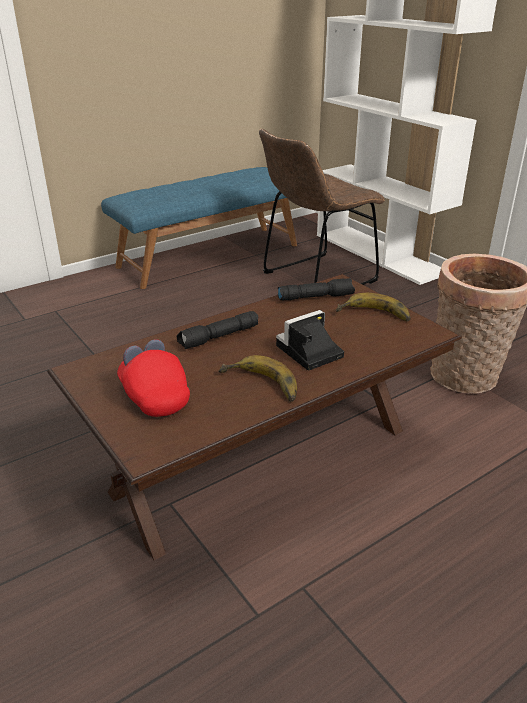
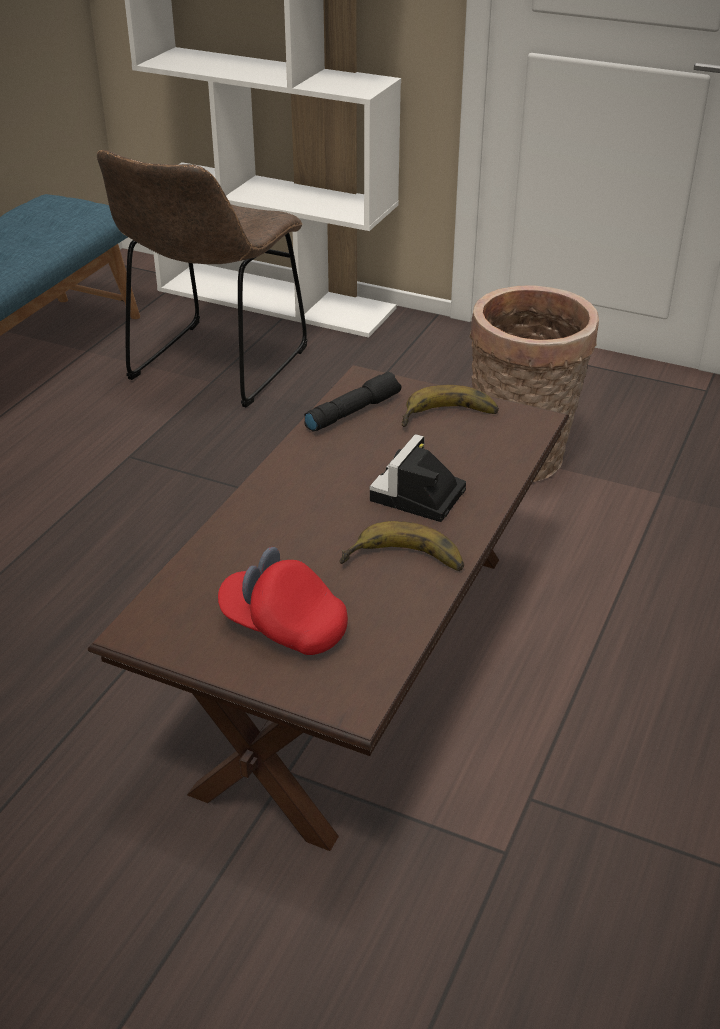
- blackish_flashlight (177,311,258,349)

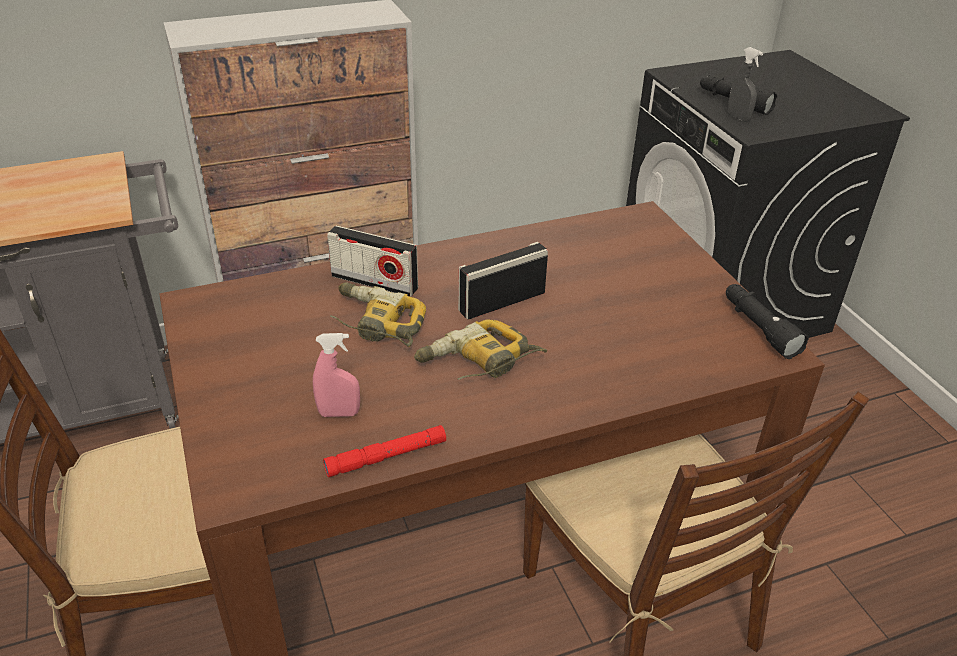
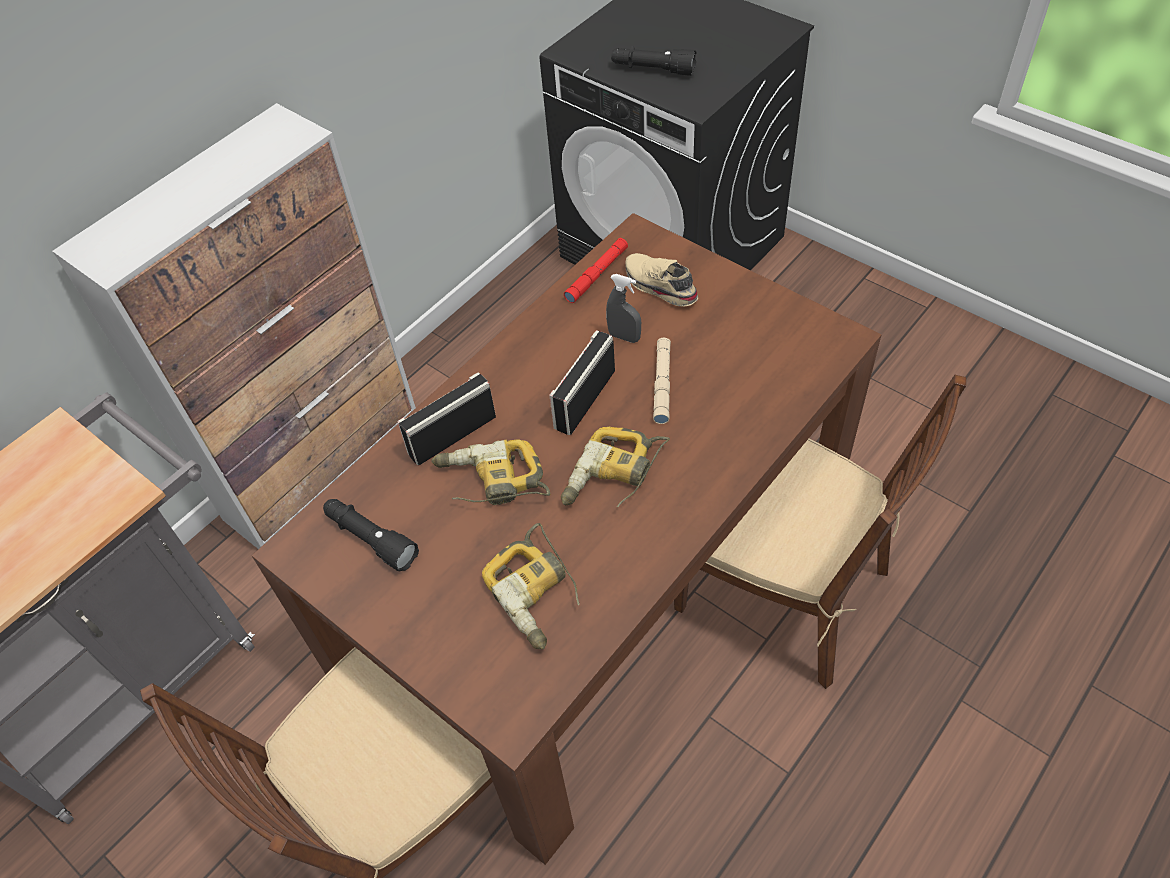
~ pinkish_sprayer (313,333,360,417) to power_drill (482,523,580,649)
~ reddish_flashlight (323,425,446,477) to (564,238,628,303)
~ radio_set (327,226,418,297) = (397,372,496,465) 150 degrees clockwise
~ blackish_flashlight (726,284,809,359) to (323,499,419,571)
~ greyish_sprayer (728,47,763,122) to (606,274,641,343)
+ beige_shoe (625,253,698,307)
+ beige_flashlight (653,338,671,424)

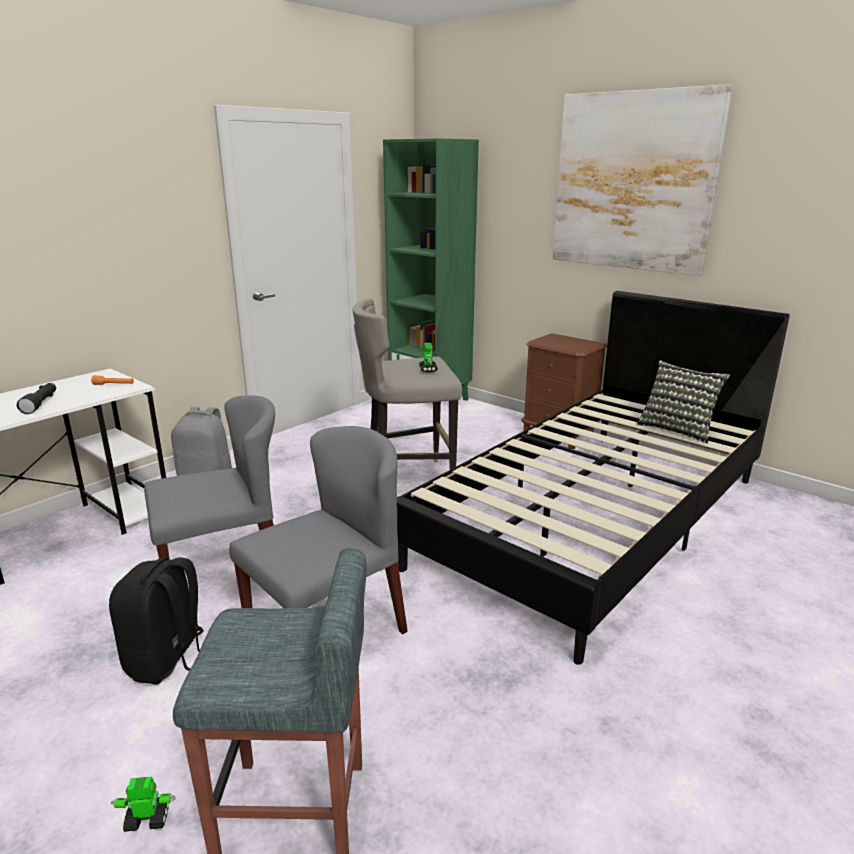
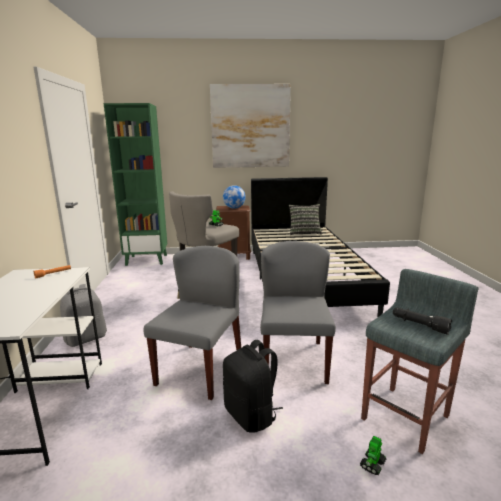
~ blackish_flashlight (17,383,56,414) to (393,308,452,335)
+ globe (223,185,246,209)

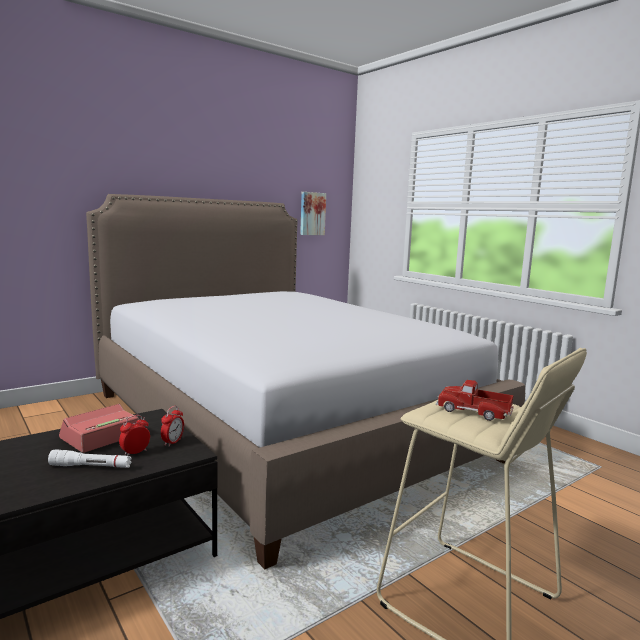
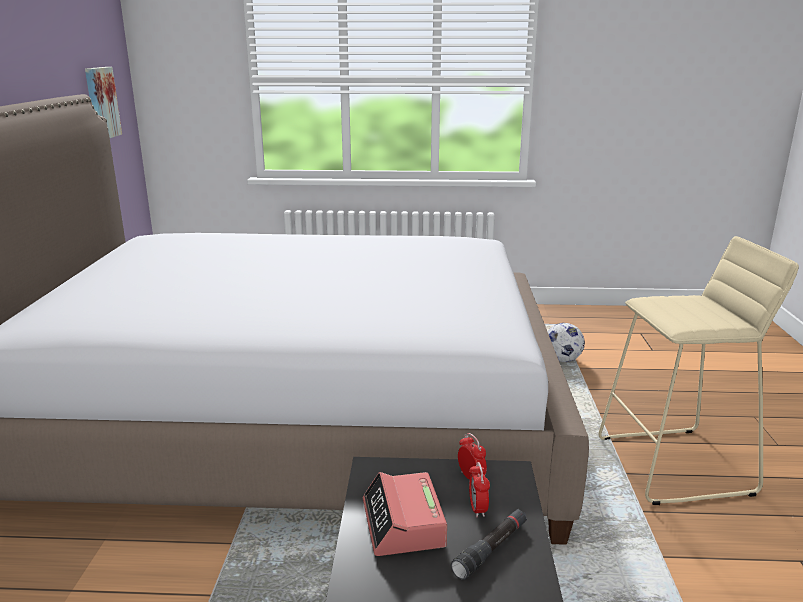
~ white-coloured_flashlight (48,450,132,468) to blackish_flashlight (451,509,527,580)
- toy_truck (436,380,514,421)
+ football (548,323,585,362)

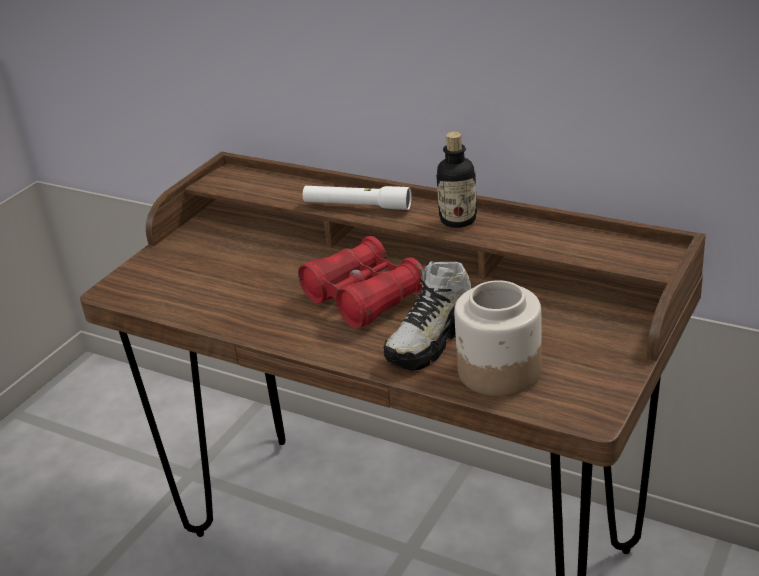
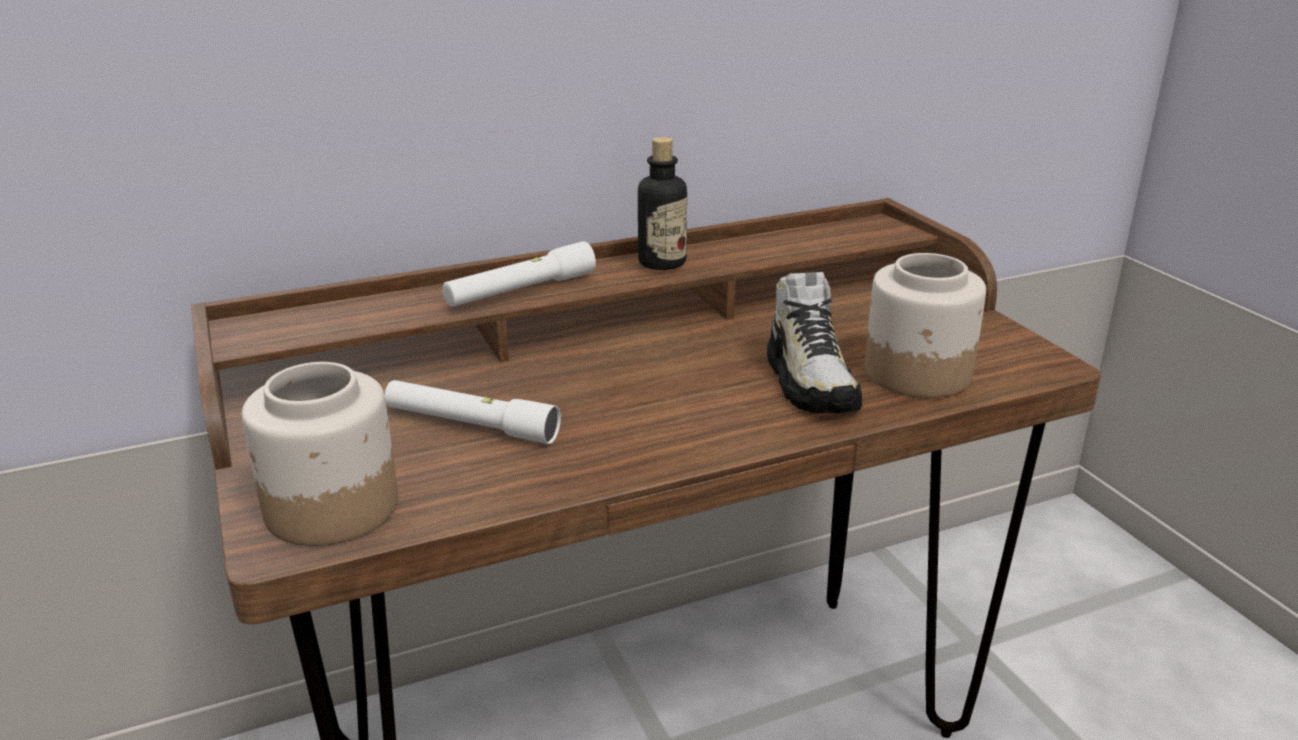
- reddish_field_glasses (298,236,424,329)
+ storage_jar (242,362,398,546)
+ white-coloured_flashlight (385,380,561,444)

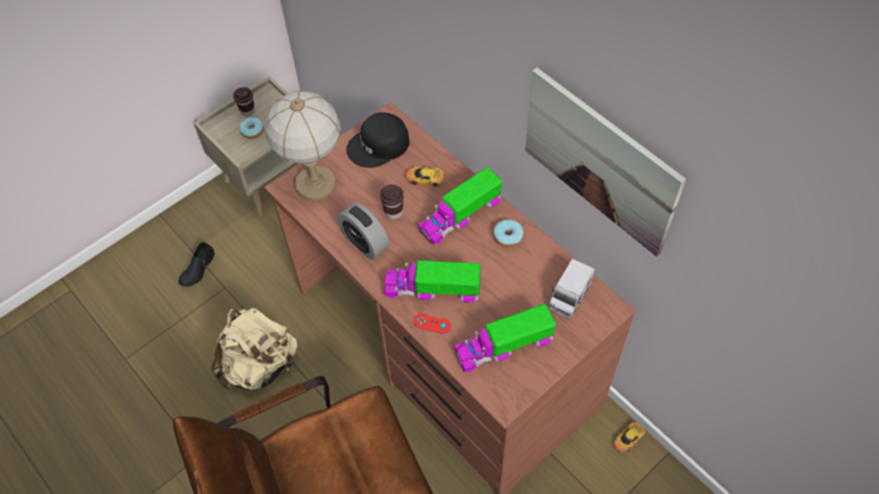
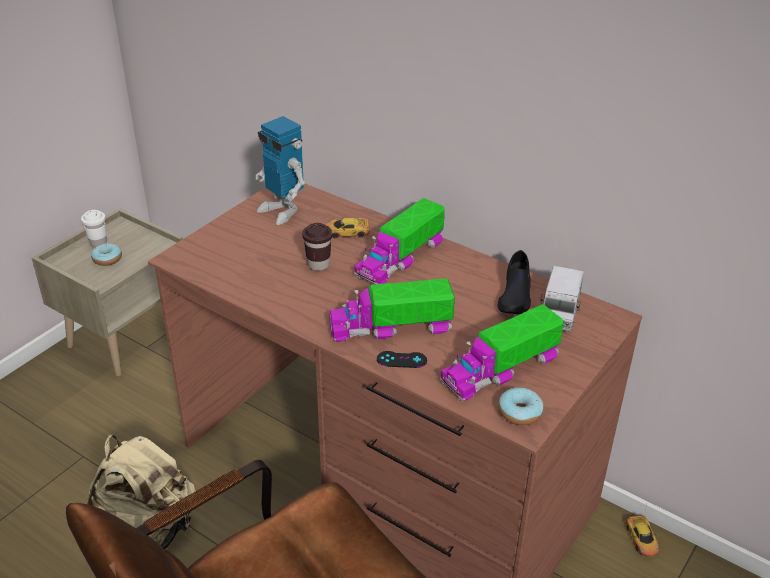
~ blackish_shoe (178,242,214,287) to (498,250,531,314)
~ brown_small_cup (233,87,255,117) to white-coloured_small_cup (81,210,107,247)
- tabletop_lamp (265,90,340,201)
- alarm_clock (337,203,389,260)
~ blackish_peaked_cap (346,112,410,168) to model_robot (256,116,305,225)
~ reddish_game_controller (413,313,451,334) to blackish_game_controller (377,351,427,368)
~ ring_doughnut (493,219,524,247) to (498,388,543,425)
- wall_art (525,68,686,257)
~ model_car (613,421,647,453) = (626,513,659,556) 45 degrees counterclockwise

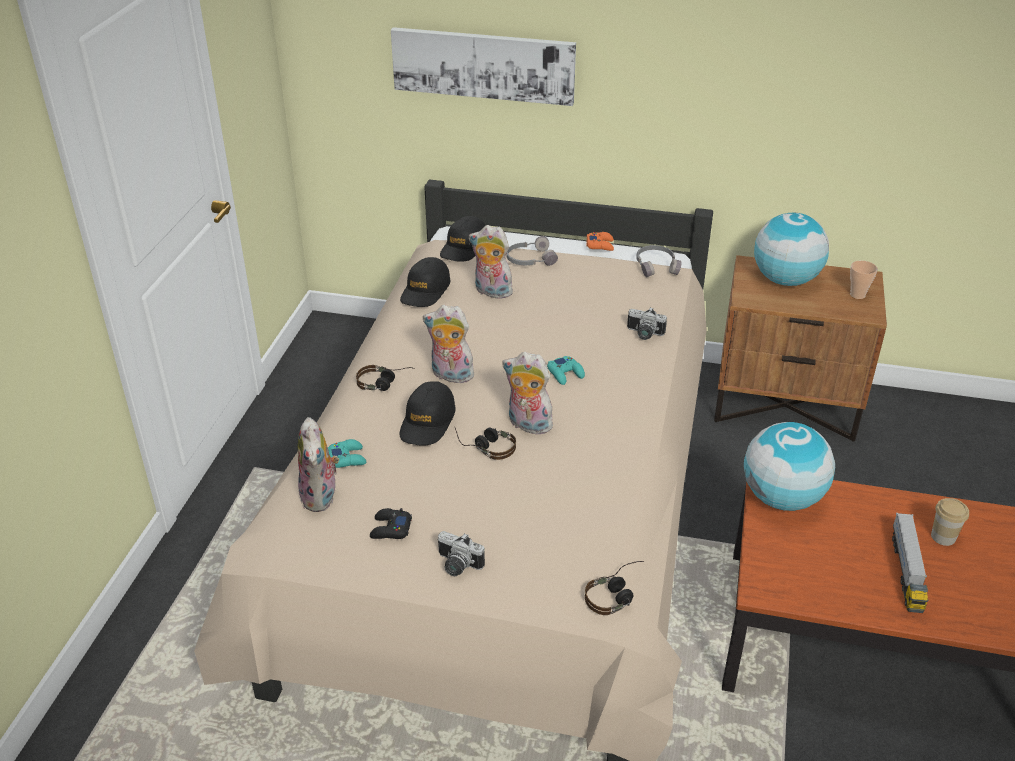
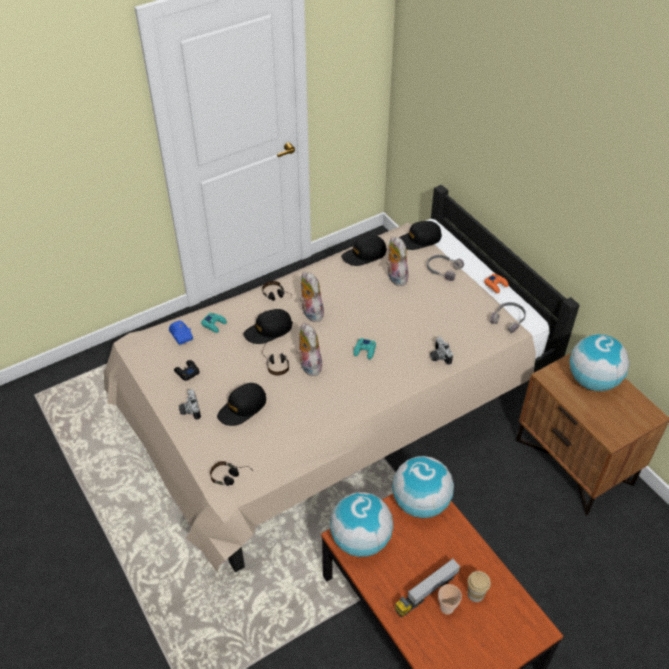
~ plush_toy (298,417,339,512) to blue-coloured_model_car (169,320,193,346)
- wall_art (391,27,576,106)
~ small_cup (850,261,878,299) to (438,584,462,615)
+ blackish_peaked_cap (217,383,266,426)
+ globe (330,492,393,557)

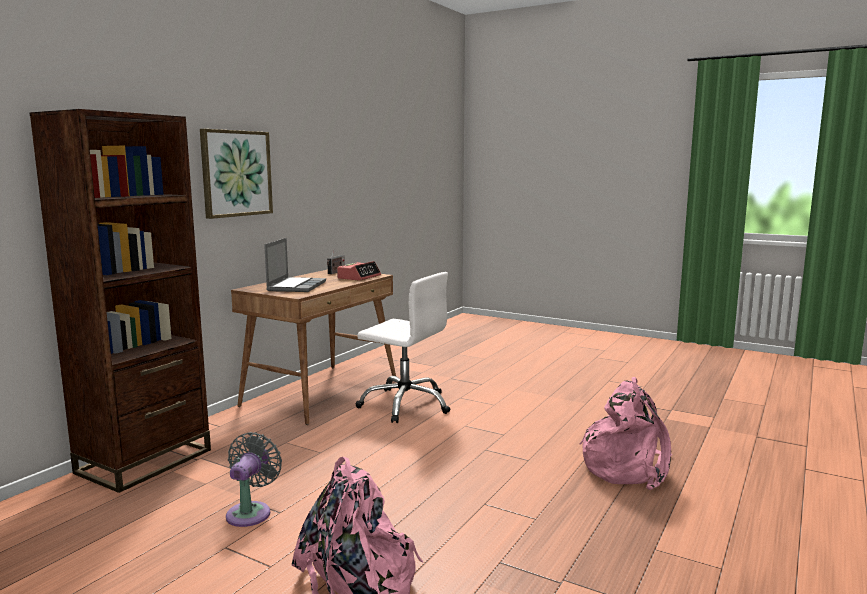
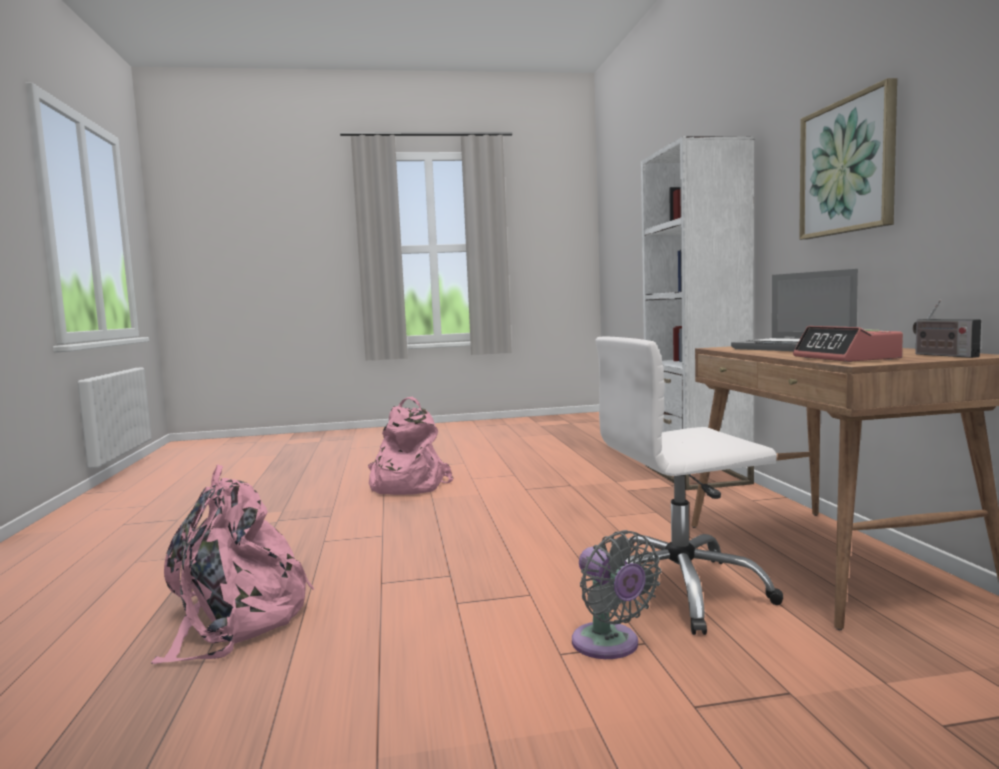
~ brown_bookcase (29,109,211,493) to white-coloured_bookcase (641,136,754,490)
~ greyish_electric_fan (226,432,282,527) to (572,530,661,659)

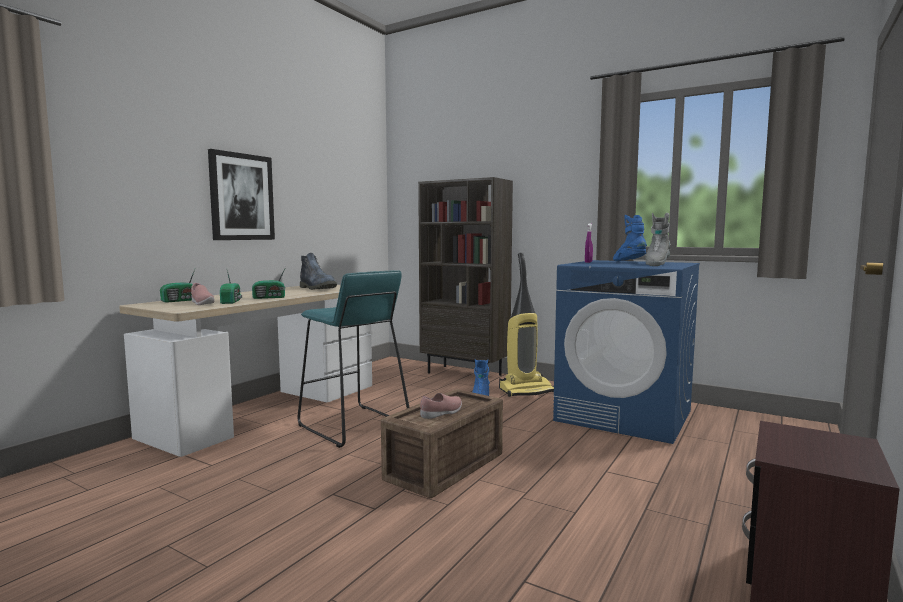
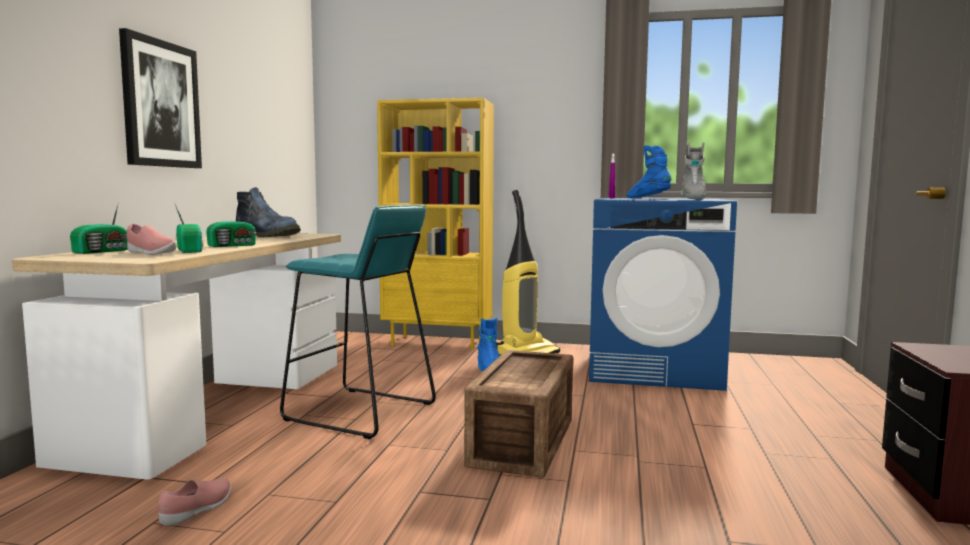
~ brown_bookcase (418,177,513,376) to yellow-coloured_bookcase (377,98,494,350)
~ pinkish_shoe (420,393,462,419) to (158,478,231,526)

